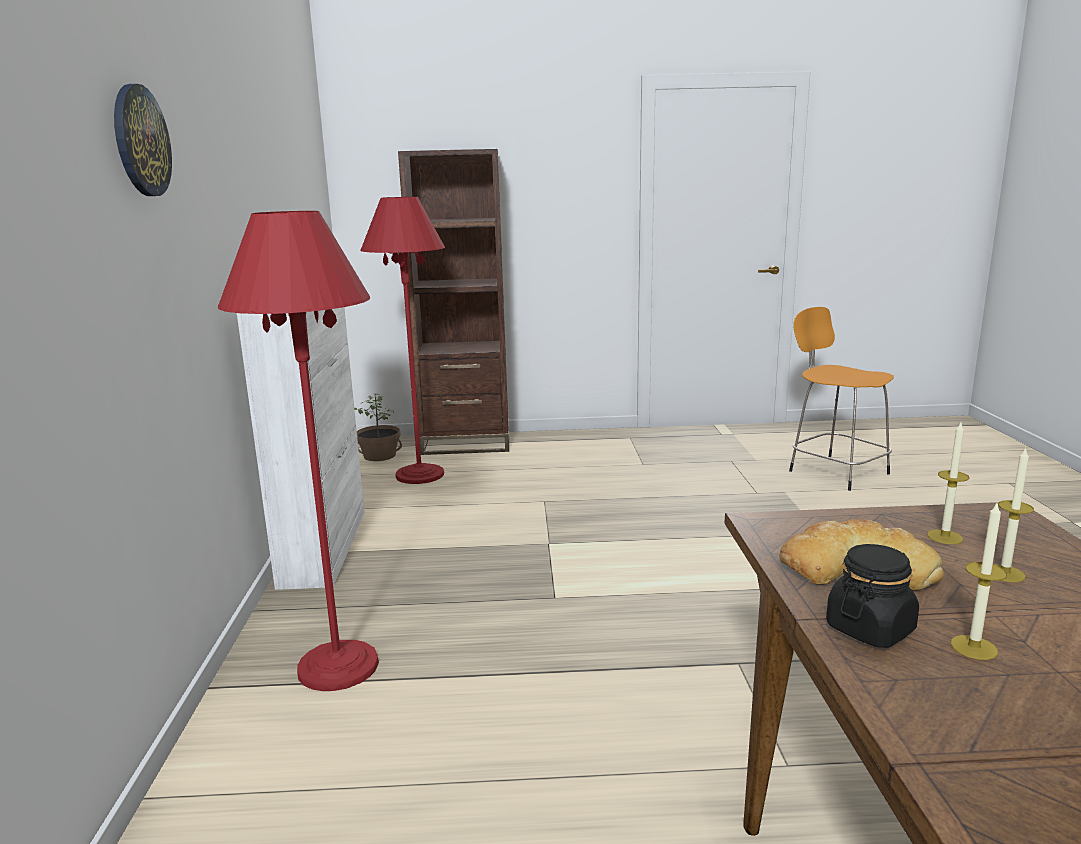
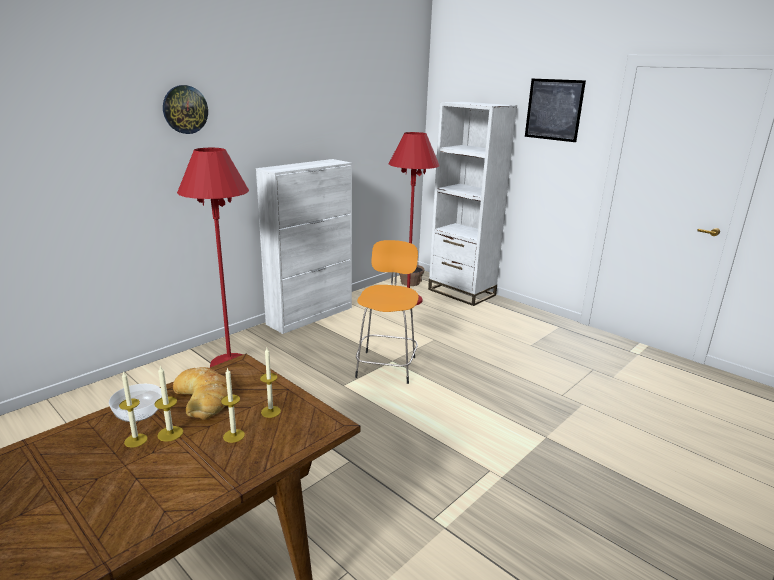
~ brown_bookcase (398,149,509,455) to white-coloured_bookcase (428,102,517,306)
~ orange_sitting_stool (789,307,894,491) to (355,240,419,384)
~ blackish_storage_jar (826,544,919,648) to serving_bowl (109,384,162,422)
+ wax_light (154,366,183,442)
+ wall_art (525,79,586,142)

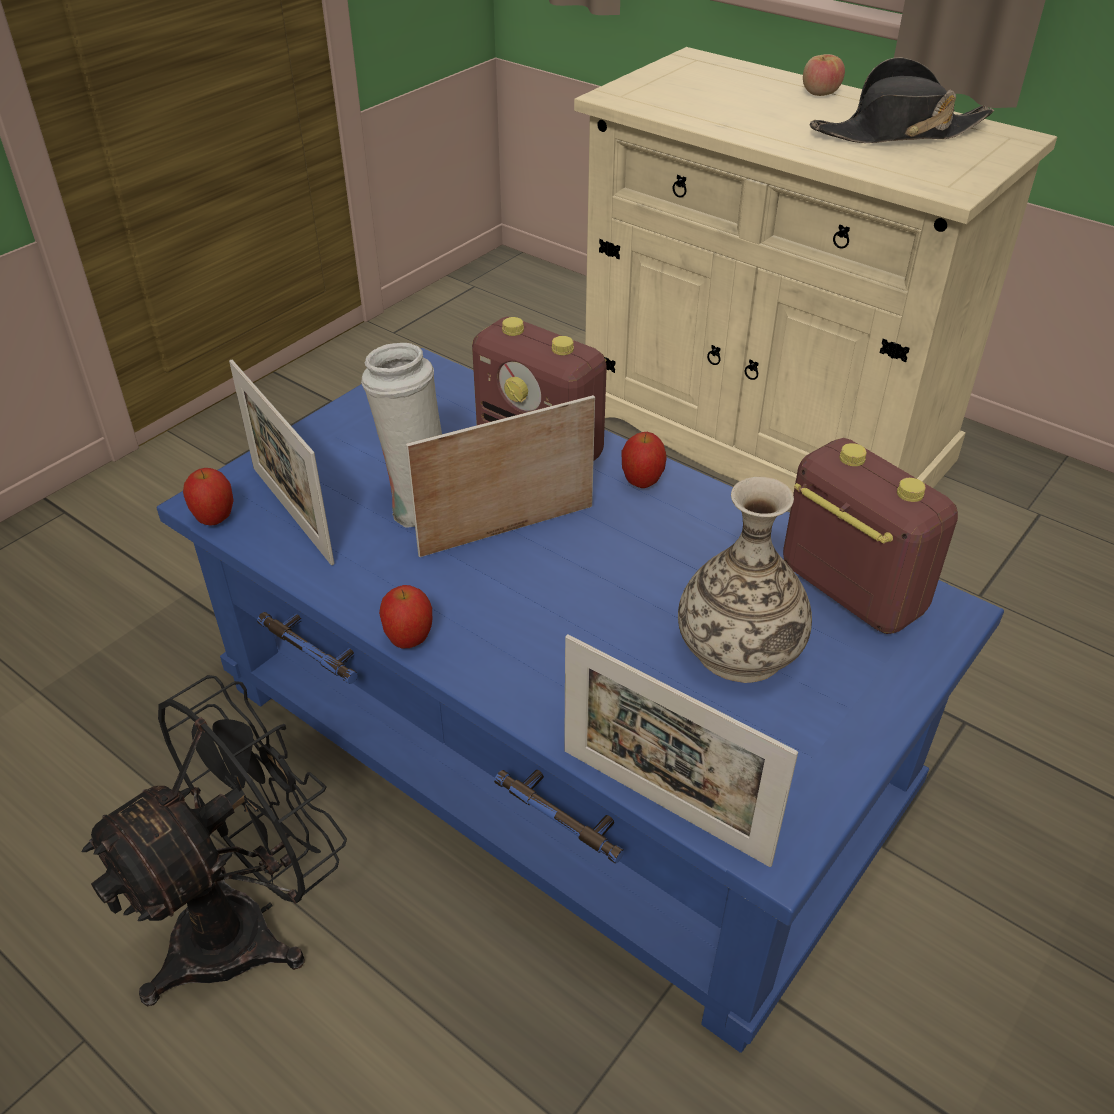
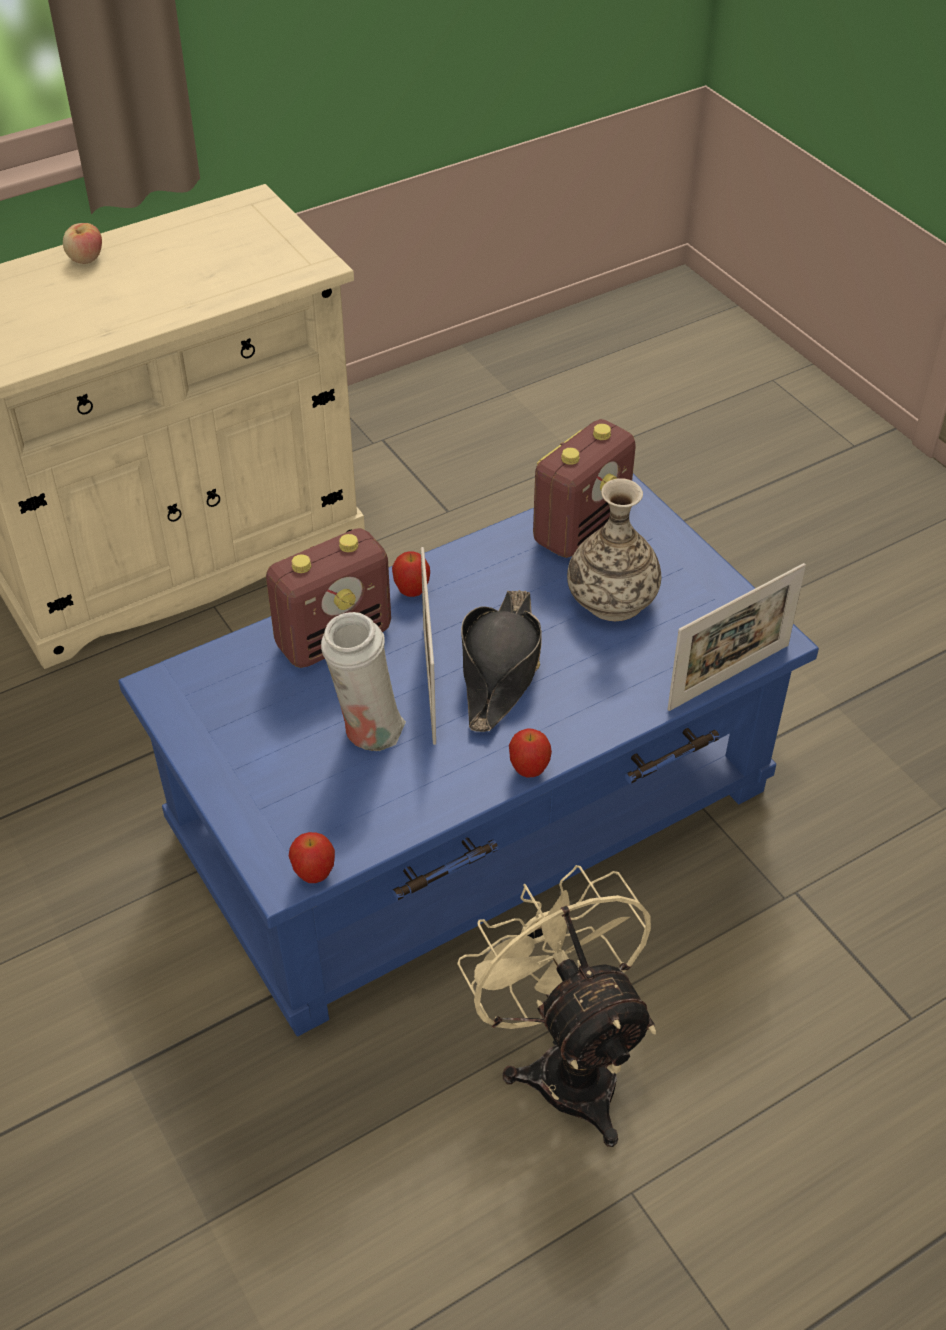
~ blackish_electric_fan (82,675,347,1006) to beige_electric_fan (457,865,656,1147)
- photo_frame (229,360,335,565)
~ radio_set (783,438,958,634) = (533,419,636,558) 150 degrees clockwise
~ blackish_hat (810,57,994,143) to (461,590,542,732)

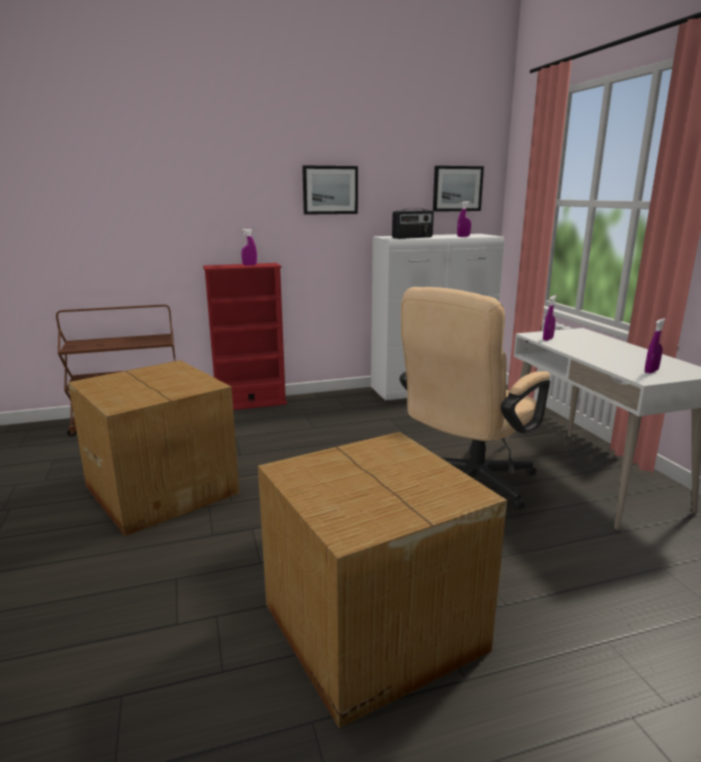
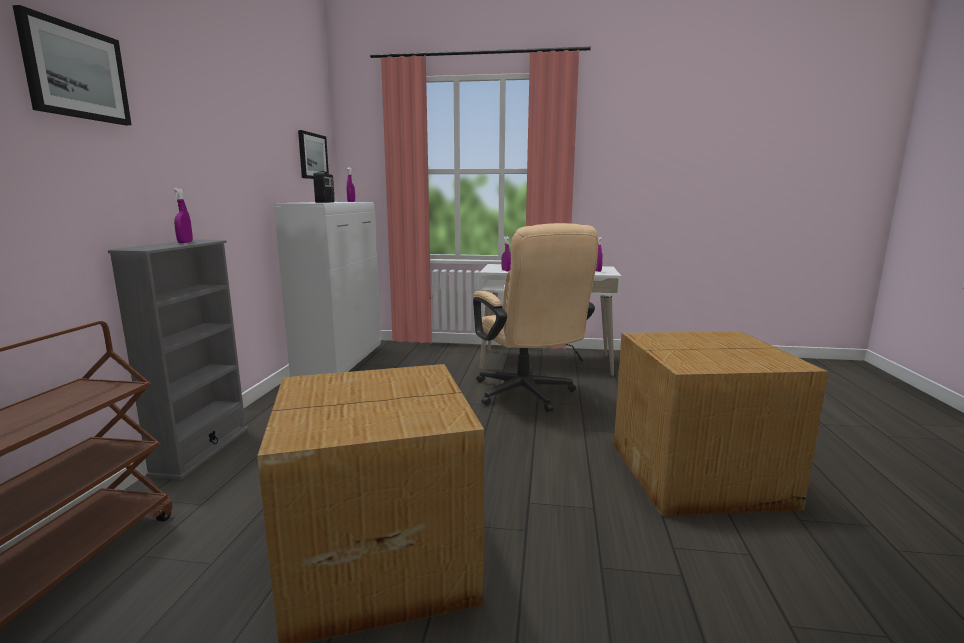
~ reddish_bookcase (203,263,287,410) to greyish_bookcase (108,239,249,480)
~ wall_art (302,165,358,215) to (13,5,132,125)

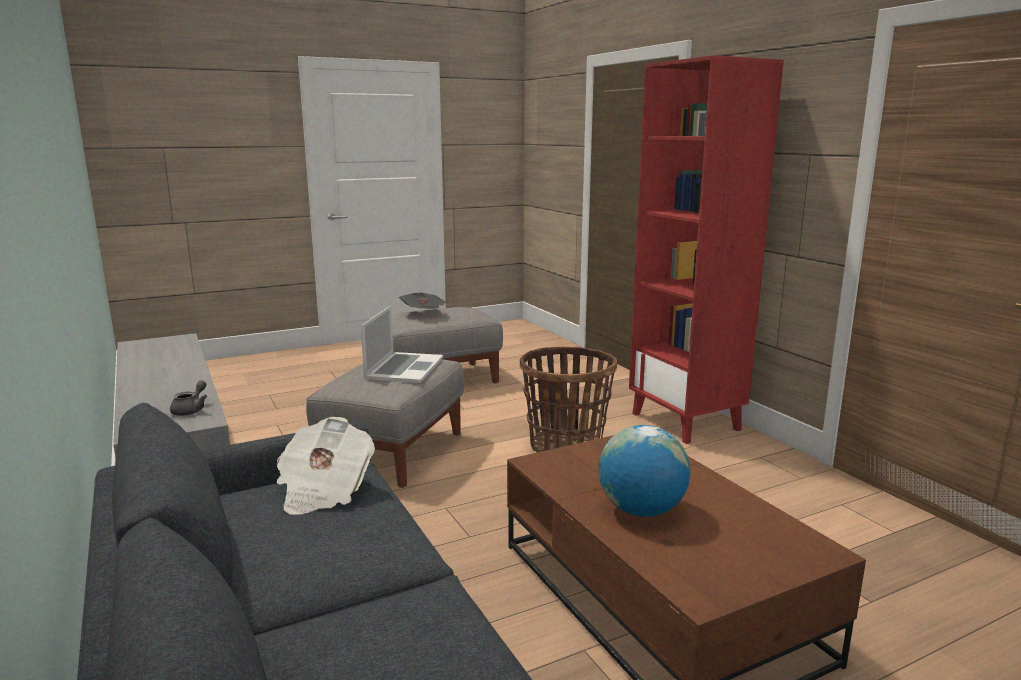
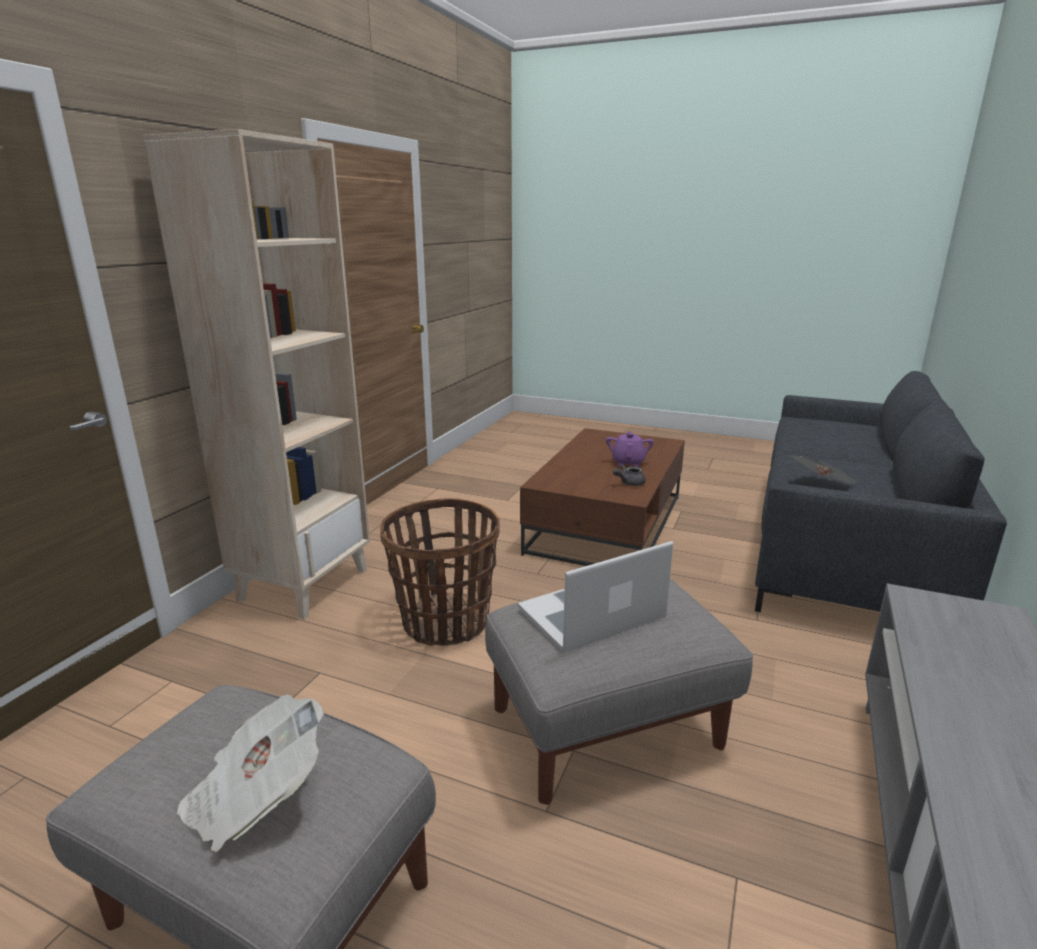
~ greyish_teapot (170,380,207,416) to (613,464,646,486)
~ globe (598,425,690,517) to purplish_teapot (606,431,654,467)
~ reddish_bookcase (629,55,784,444) to beige_bookcase (143,129,370,619)

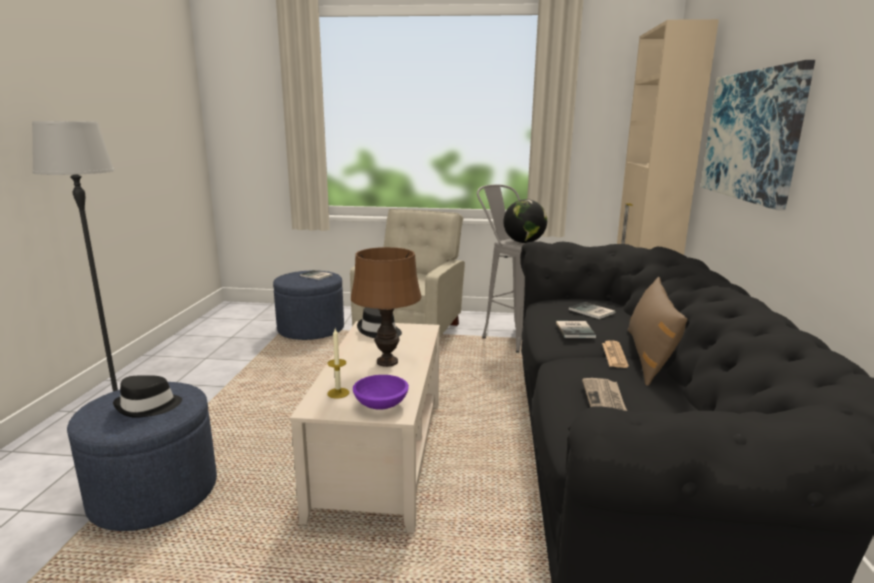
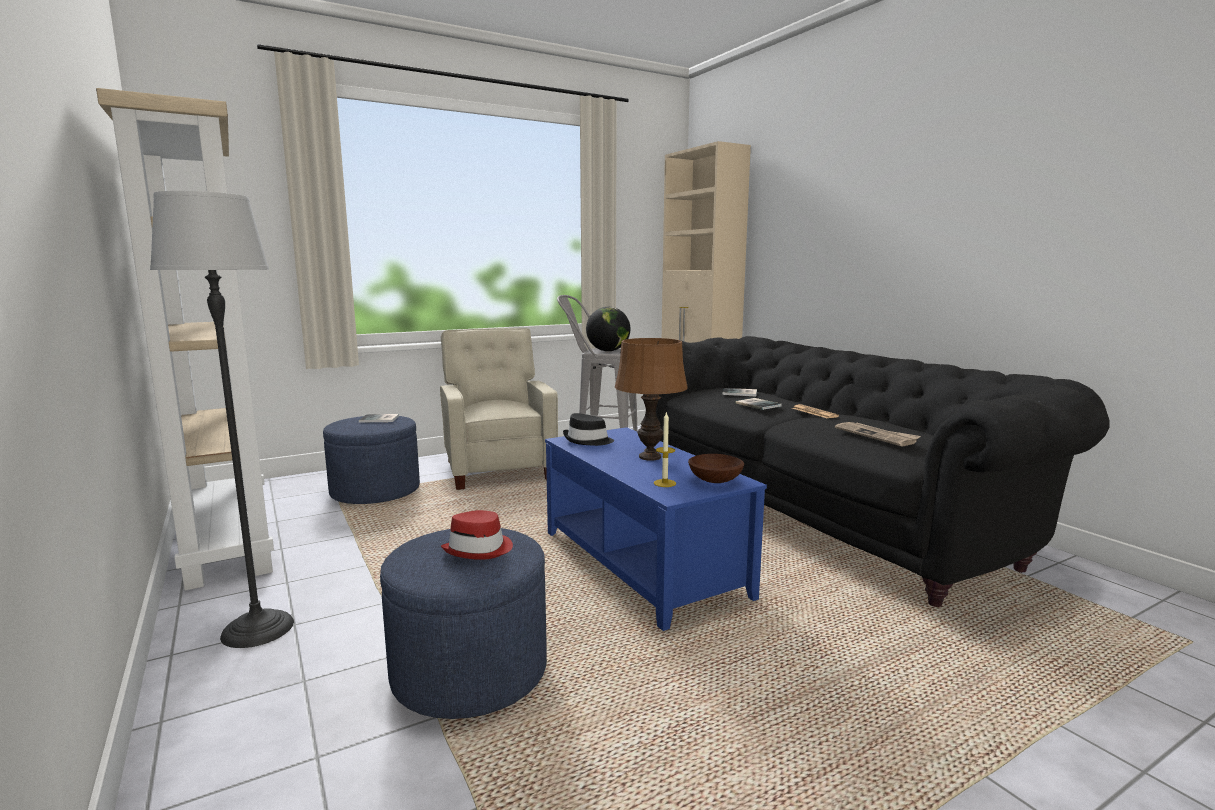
~ blackish_hat (113,375,182,418) to reddish_hat (441,510,513,560)
~ beige_low_table (290,321,440,533) to blue-coloured_low_table (545,427,767,631)
~ purplish_serving_bowl (353,375,409,410) to brown_serving_bowl (688,454,744,483)
- brown_throw_pillow (628,277,687,386)
- wall_art (700,60,815,210)
+ beige_bookcase (96,88,274,590)

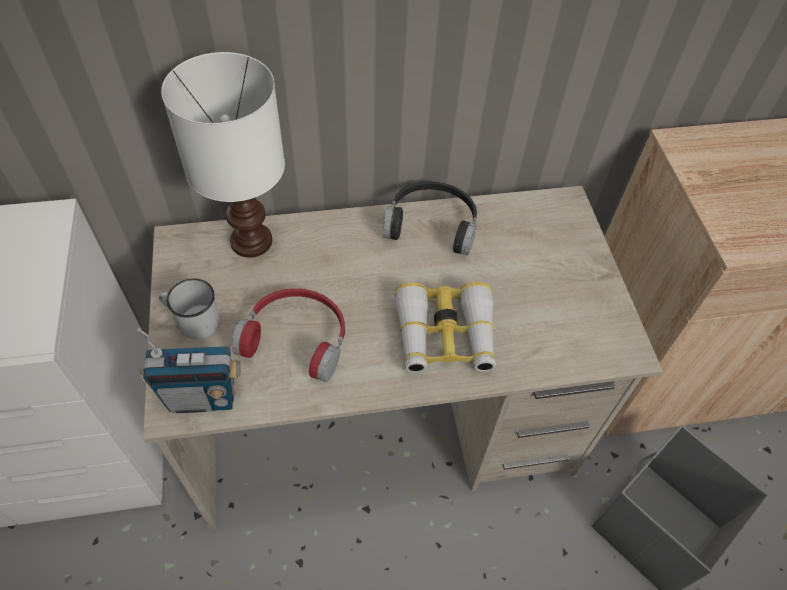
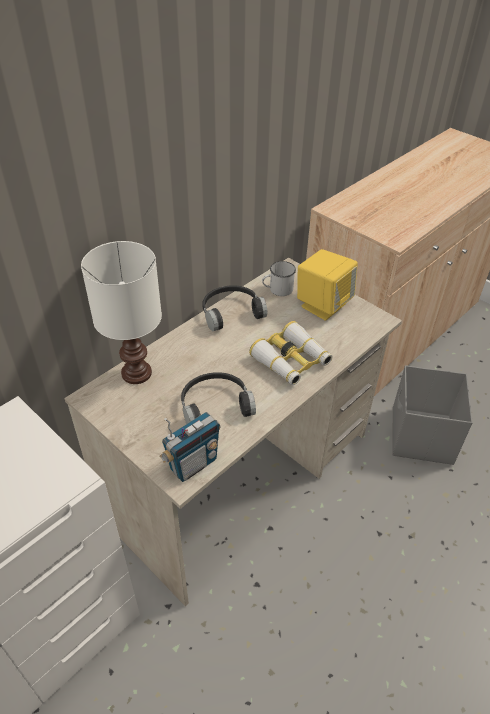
~ white-coloured_tea_mug (159,278,220,339) to (262,261,296,296)
~ reddish_pair_of_headphones (232,288,345,382) to blackish_pair_of_headphones (181,372,256,424)
+ yellow-coloured_speaker (297,249,358,321)

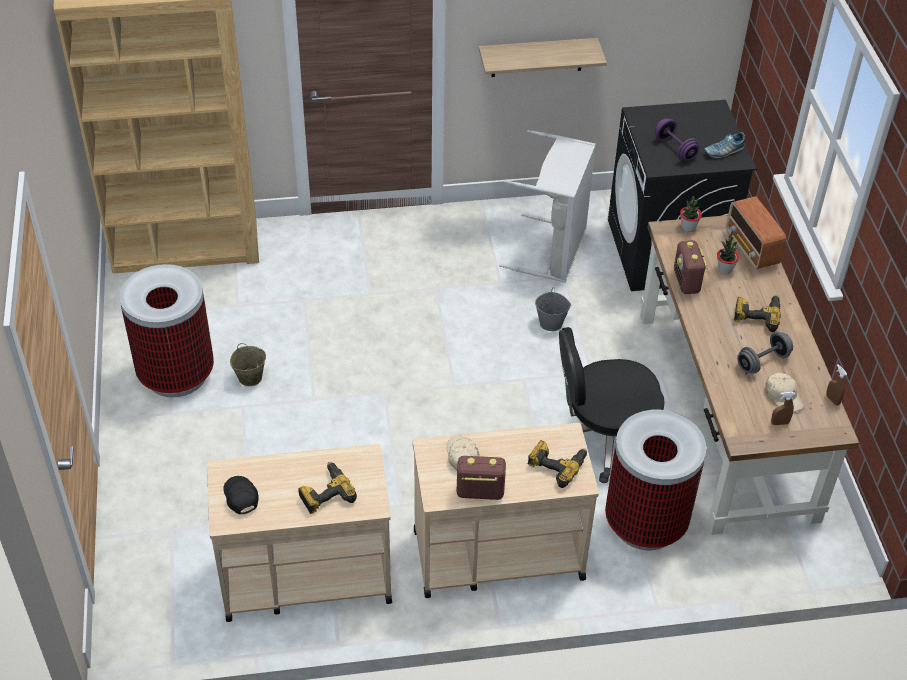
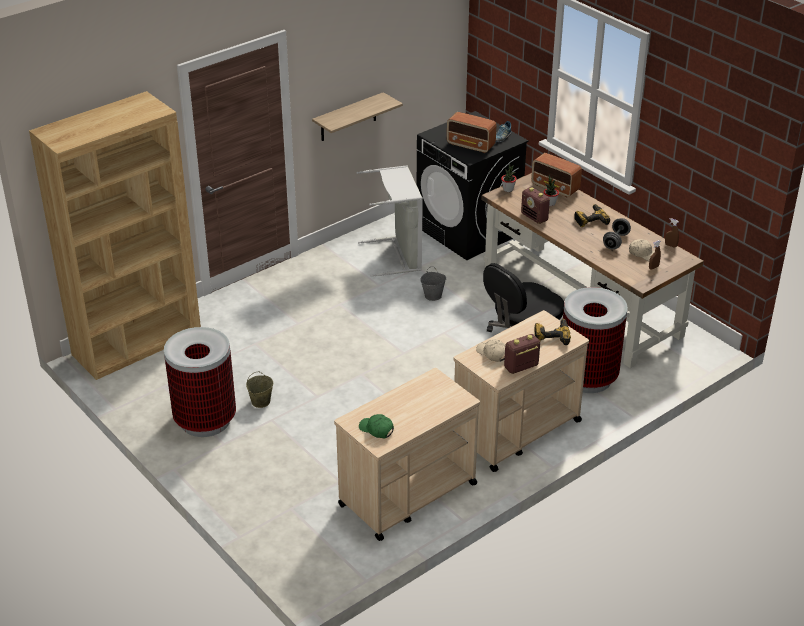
~ blackish_peaked_cap (223,476,259,515) to greenish_peaked_cap (359,414,394,438)
- power_drill (298,462,357,514)
~ purplish_dumbbell (655,118,700,161) to radio_set (447,112,496,153)

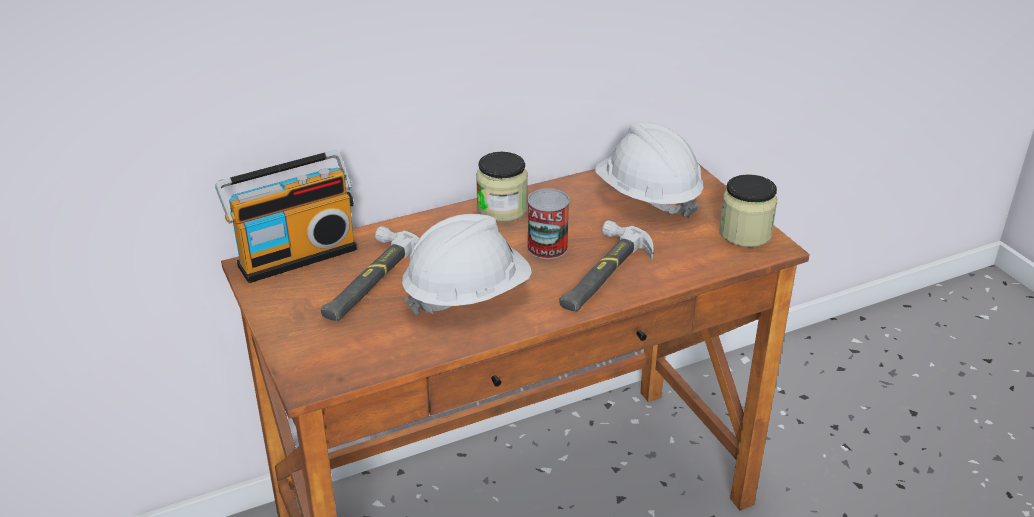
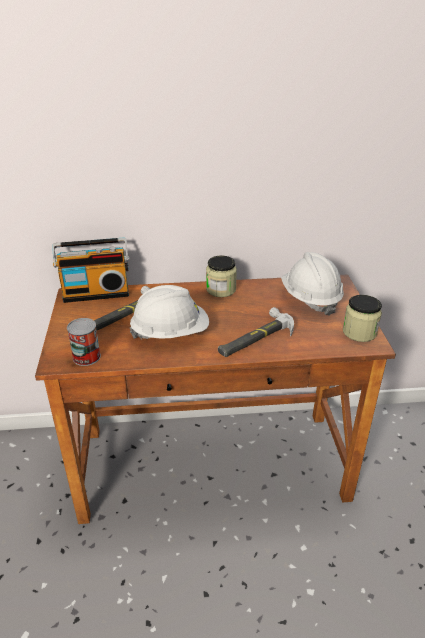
~ sealed_can (527,188,570,259) to (67,318,101,366)

